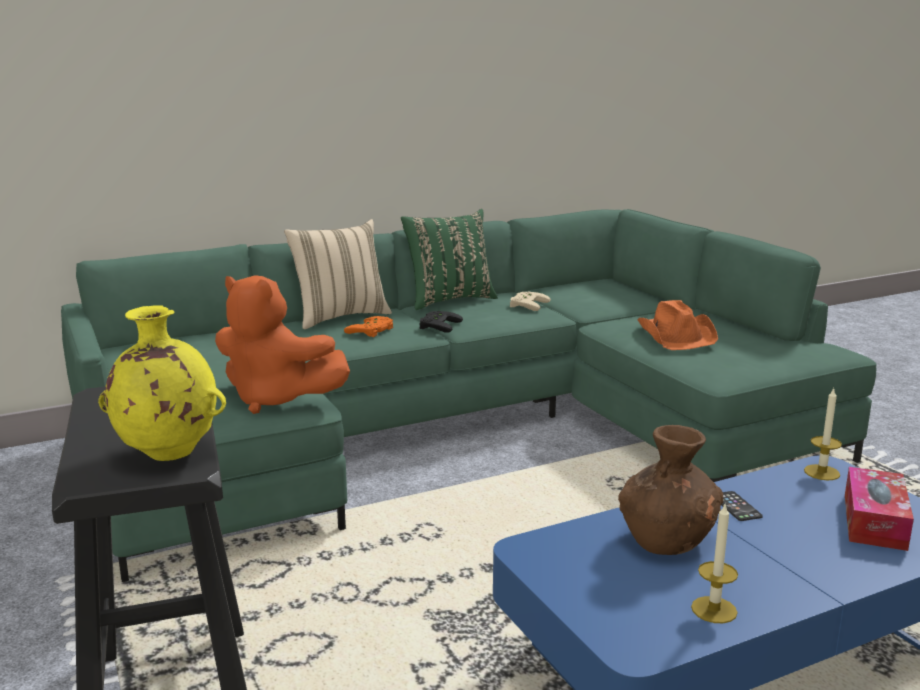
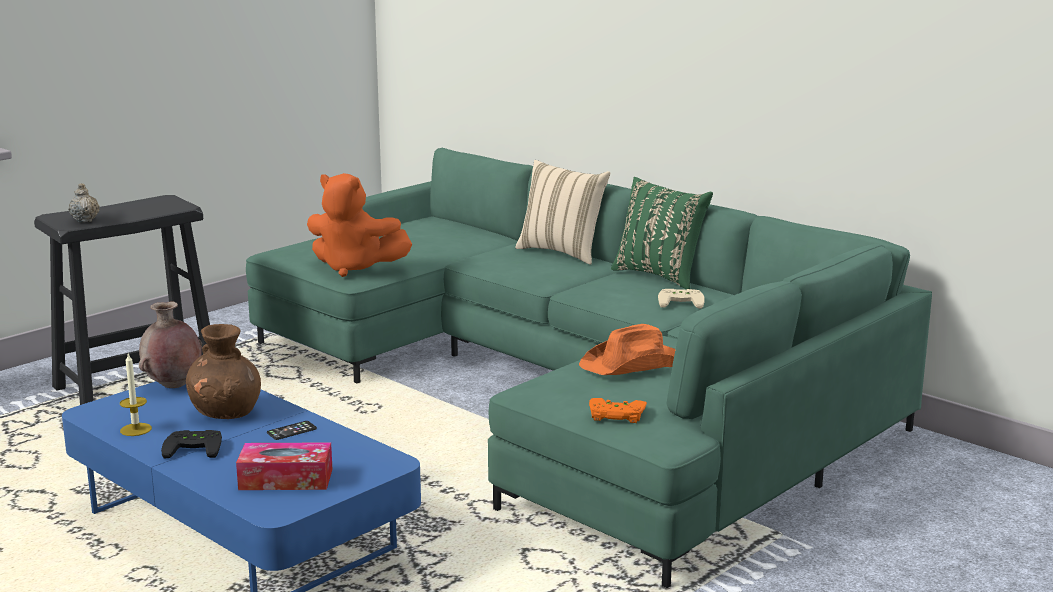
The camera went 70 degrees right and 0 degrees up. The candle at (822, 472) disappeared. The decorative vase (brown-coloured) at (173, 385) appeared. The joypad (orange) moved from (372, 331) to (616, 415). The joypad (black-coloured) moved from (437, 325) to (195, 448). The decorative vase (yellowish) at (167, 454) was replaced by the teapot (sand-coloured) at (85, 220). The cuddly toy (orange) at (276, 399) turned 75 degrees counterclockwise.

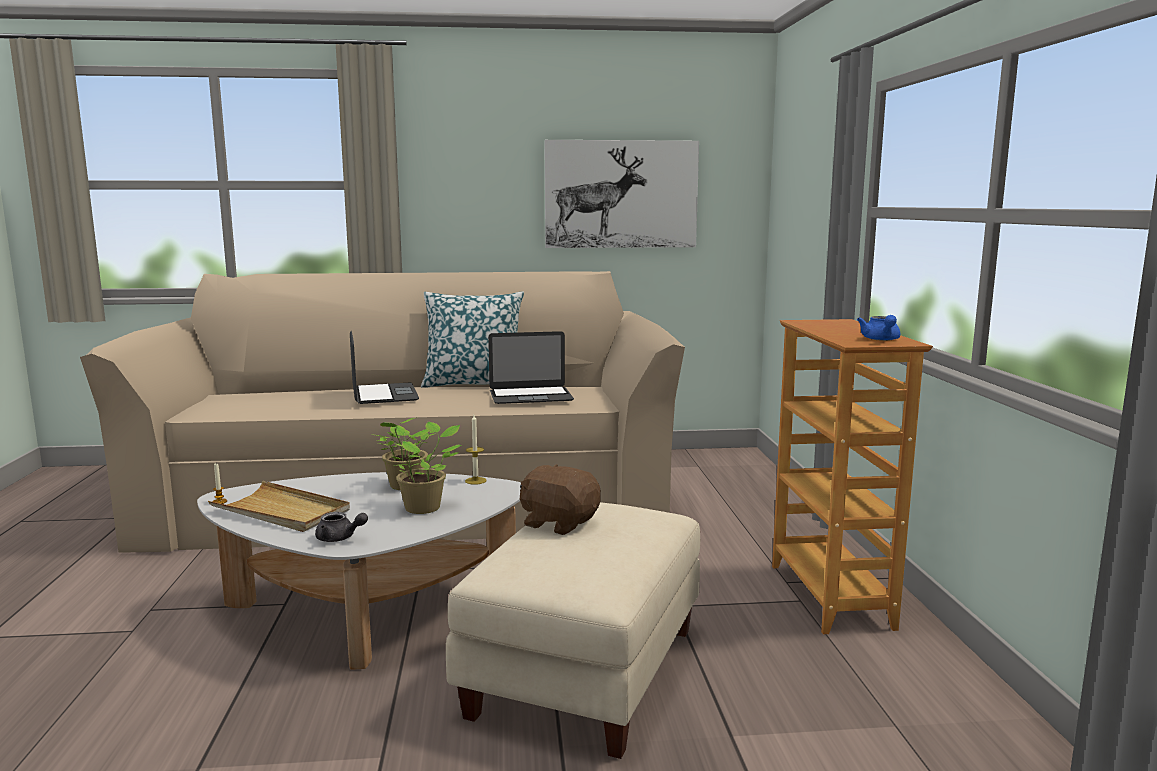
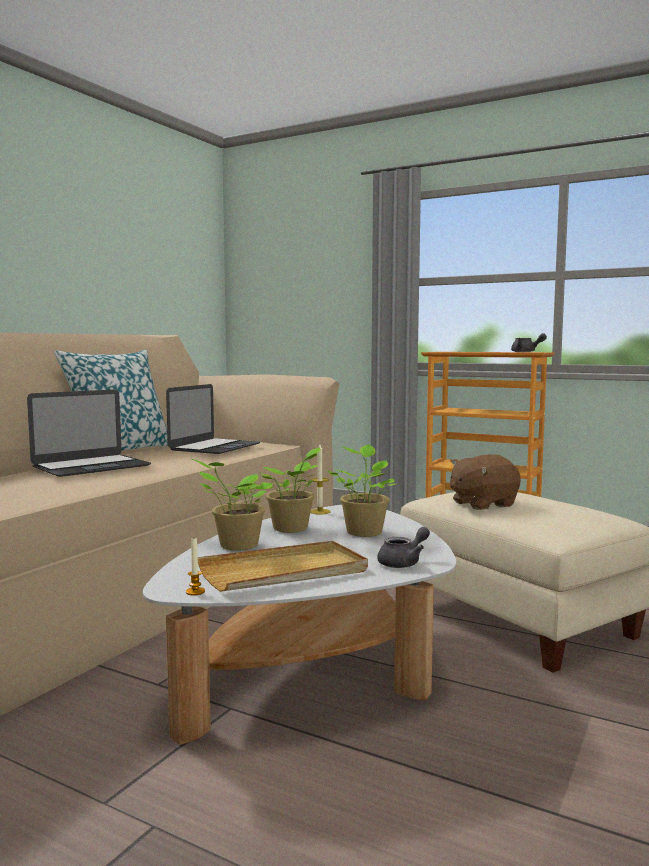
The camera went 55 degrees left and 5 degrees down. The picture at (621, 194) disappeared. The potted plant at (235, 545) appeared. The teapot (bluish) at (881, 340) became the teapot (greyish) at (526, 352). The portable computer at (384, 394) turned 120 degrees clockwise.

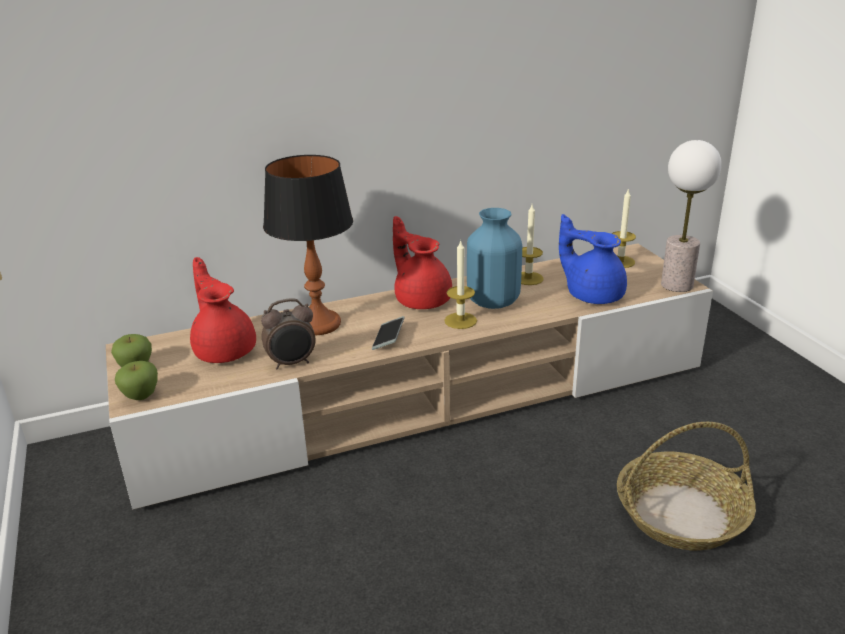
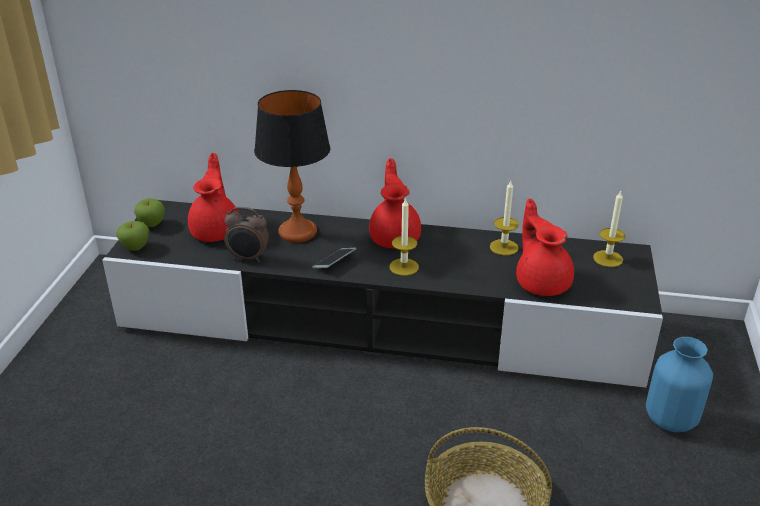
The camera went 30 degrees right and 5 degrees up. The tabletop lamp at (676, 285) disappeared. The decorative vase (bluish) moved from (494, 302) to (671, 420). The tv unit (sand-coloured) at (426, 398) became the tv unit (black-coloured) at (381, 322). The teapot (bluish) at (592, 294) became the teapot (reddish) at (542, 282).

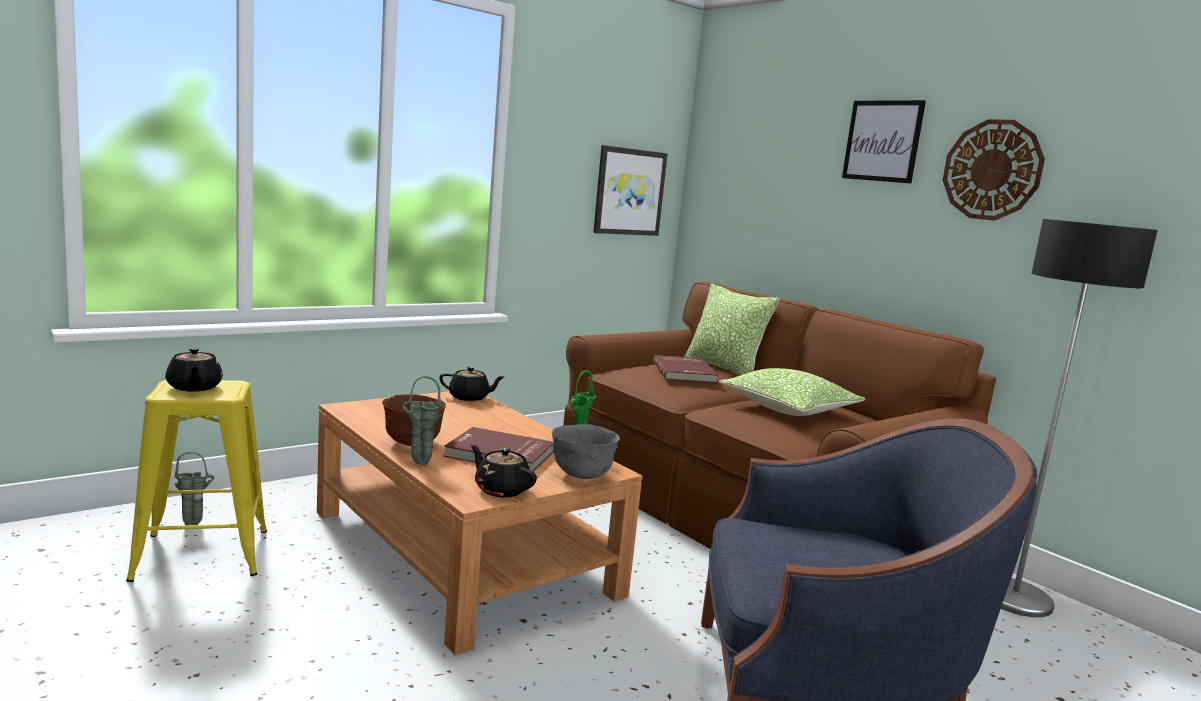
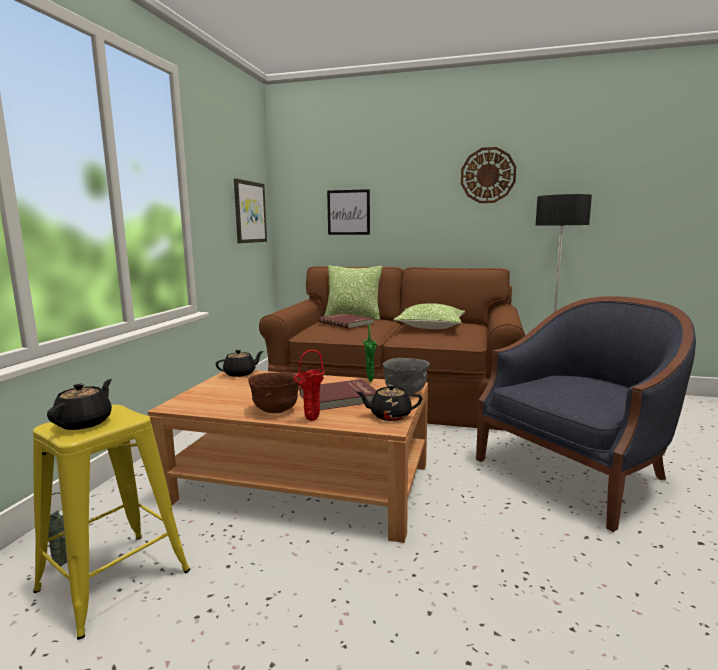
The camera went 35 degrees left and 0 degrees up. The picture moved from (882, 141) to (348, 212). The decorative vase (green) at (418, 463) became the decorative vase (reddish) at (310, 420). The teapot (black-coloured) at (194, 387) turned 105 degrees counterclockwise.

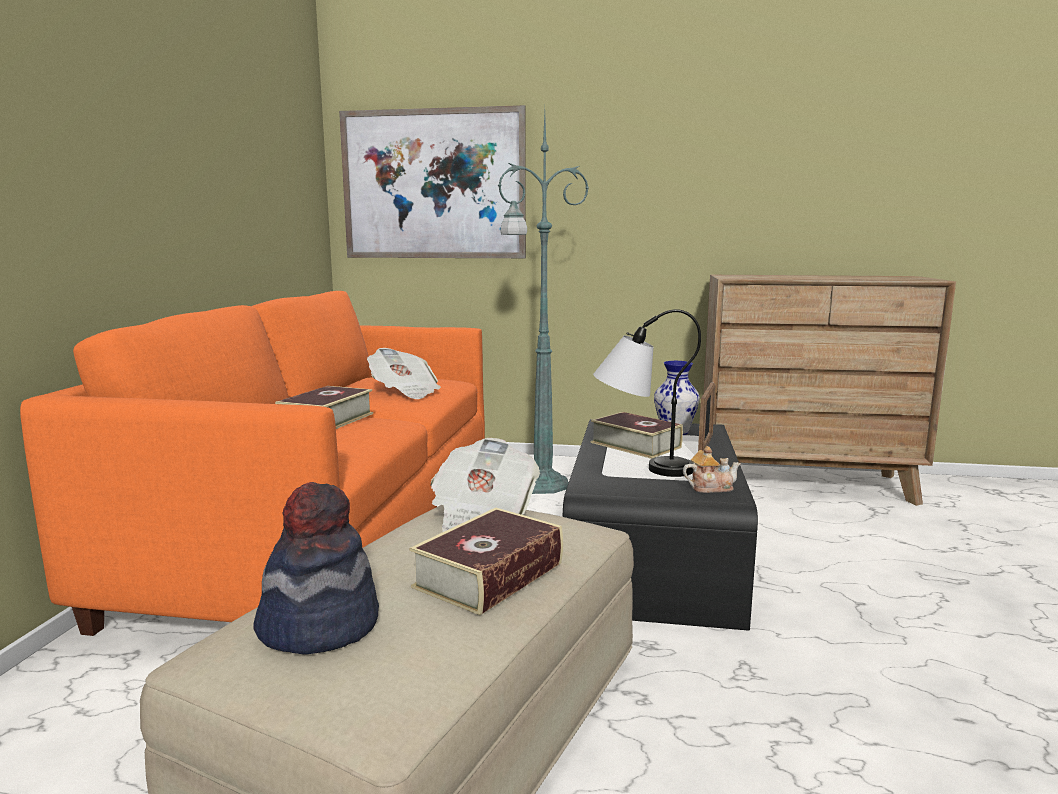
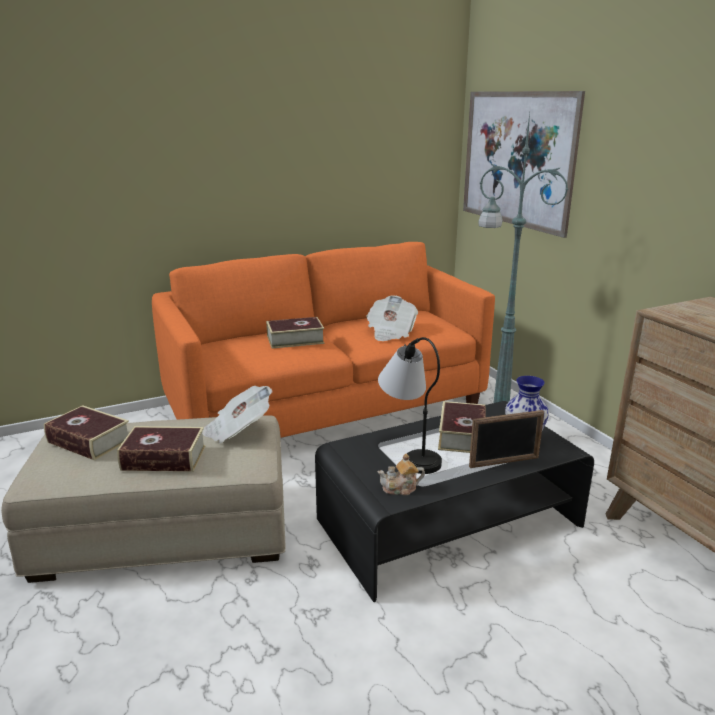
The camera went 55 degrees right and 10 degrees up. The wearable hat at (319, 626) was replaced by the volume at (89, 441). The teapot at (710, 488) turned 120 degrees clockwise.

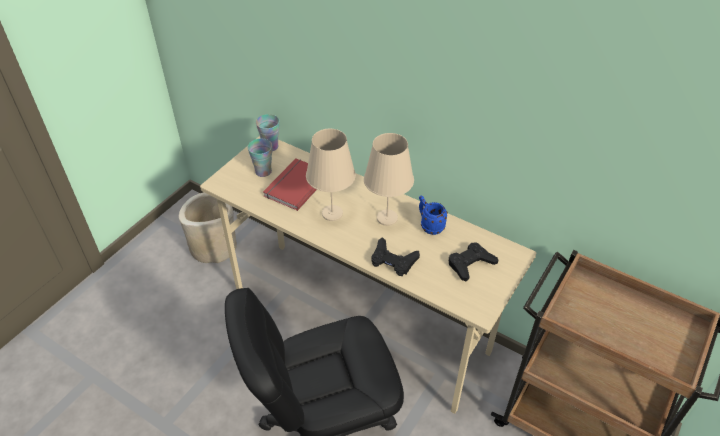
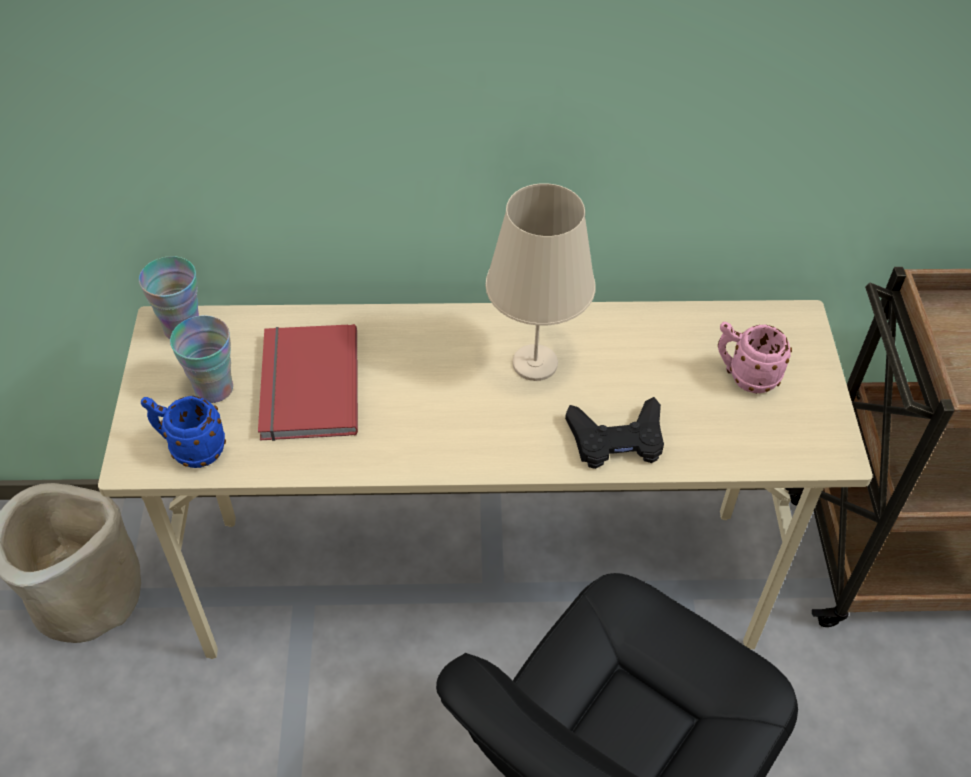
The camera went 35 degrees left and 5 degrees up. The tabletop lamp (sand-coloured) at (332, 213) disappeared. The tea mug (bluish) moved from (429, 226) to (190, 449). The joypad (black-coloured) at (470, 264) was replaced by the tea mug (pink-coloured) at (745, 376).

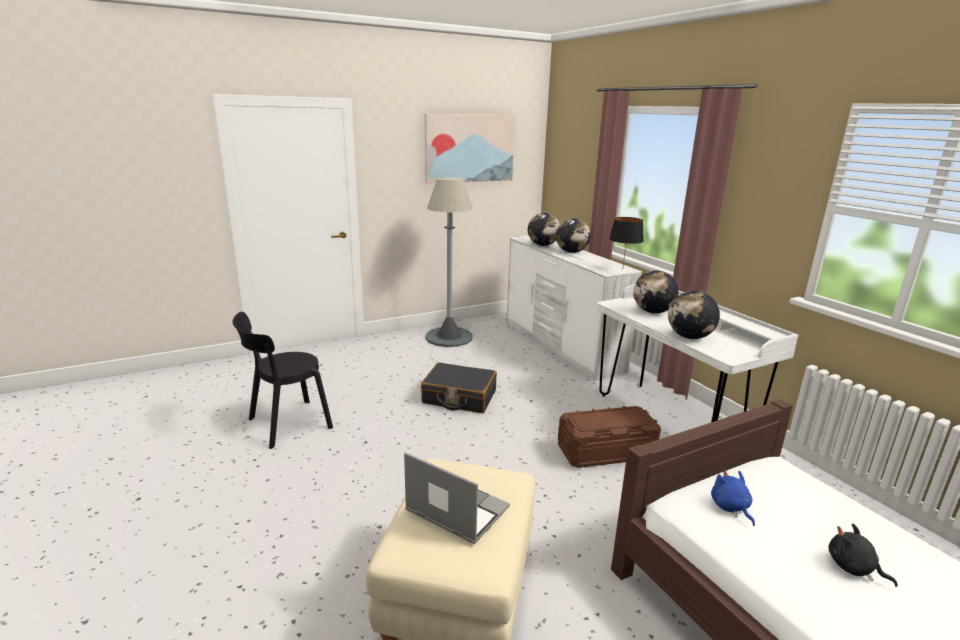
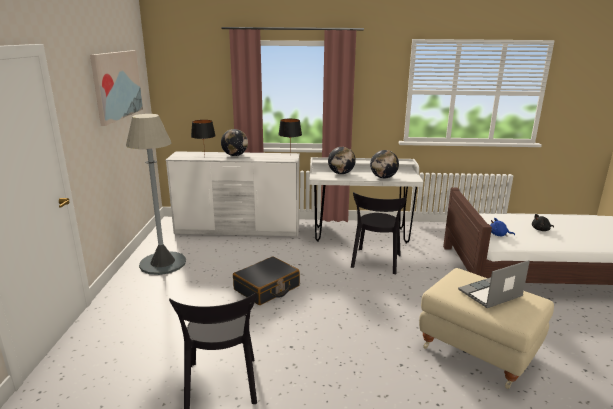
The camera went 60 degrees left and 0 degrees up. The world globe at (543, 245) was replaced by the tabletop lamp (black-coloured) at (205, 157). The storage bin (brown-coloured) at (605, 451) was replaced by the plain chair (black-coloured) at (375, 262).

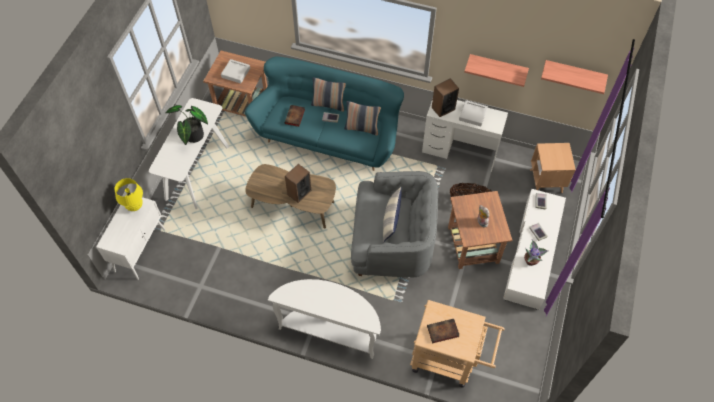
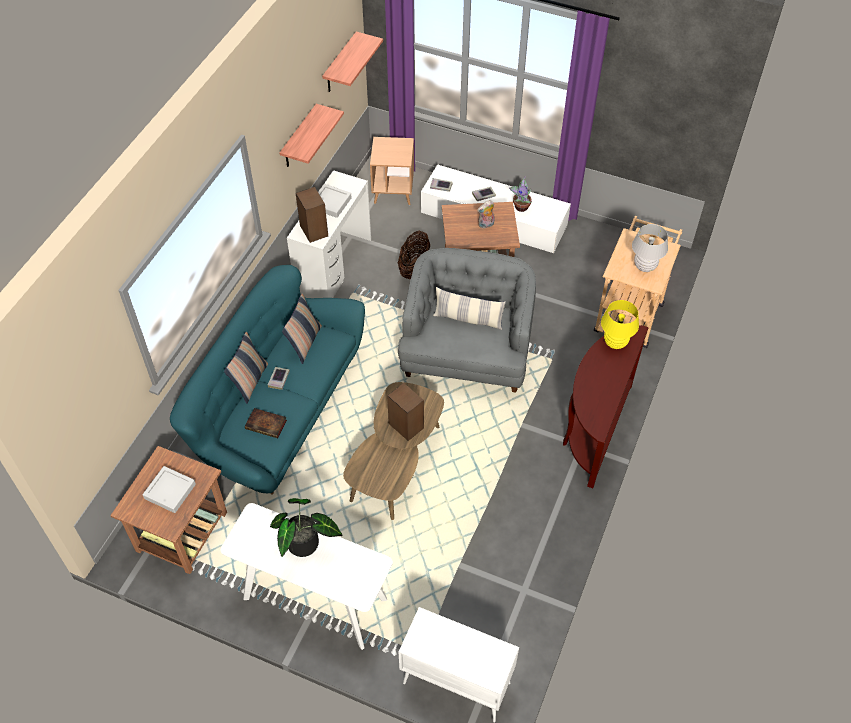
The camera went 85 degrees left and 5 degrees down. The tabletop lamp (yellowish) moved from (135, 206) to (615, 343). The volume at (442, 332) was replaced by the tabletop lamp (white-coloured) at (645, 267). The narrow table (white-coloured) at (330, 330) became the narrow table (brown-coloured) at (594, 429).

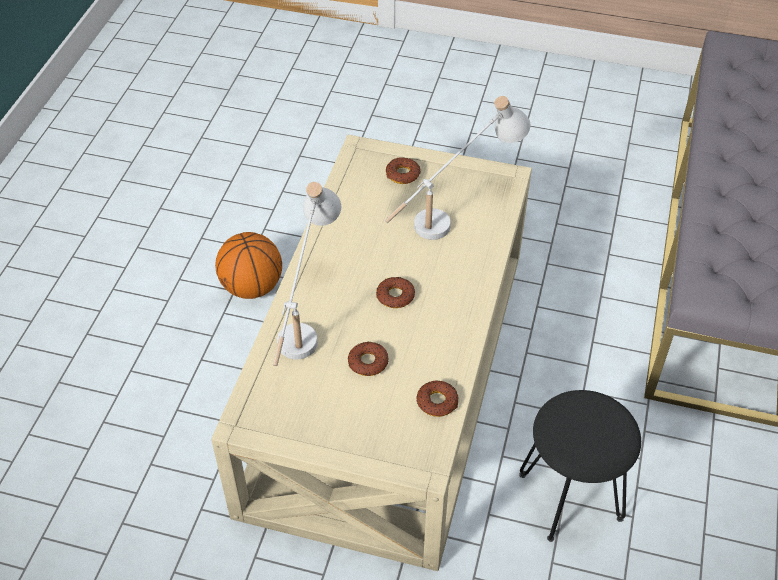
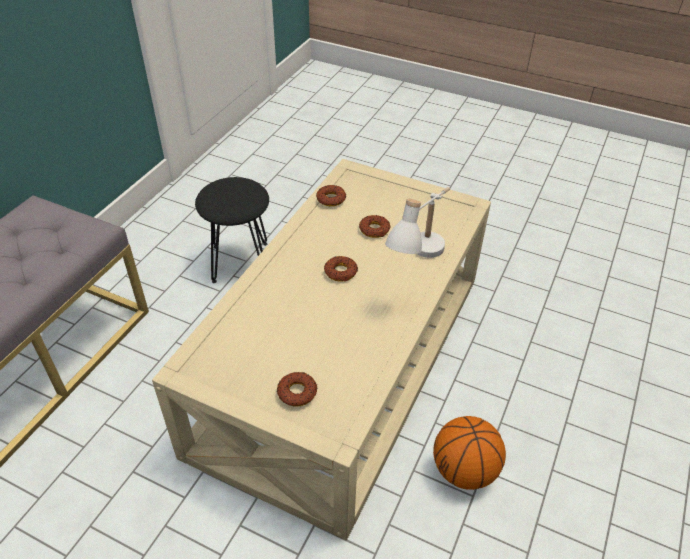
The camera went 170 degrees left and 5 degrees down. The tabletop lamp (white-coloured) at (453, 214) disappeared.

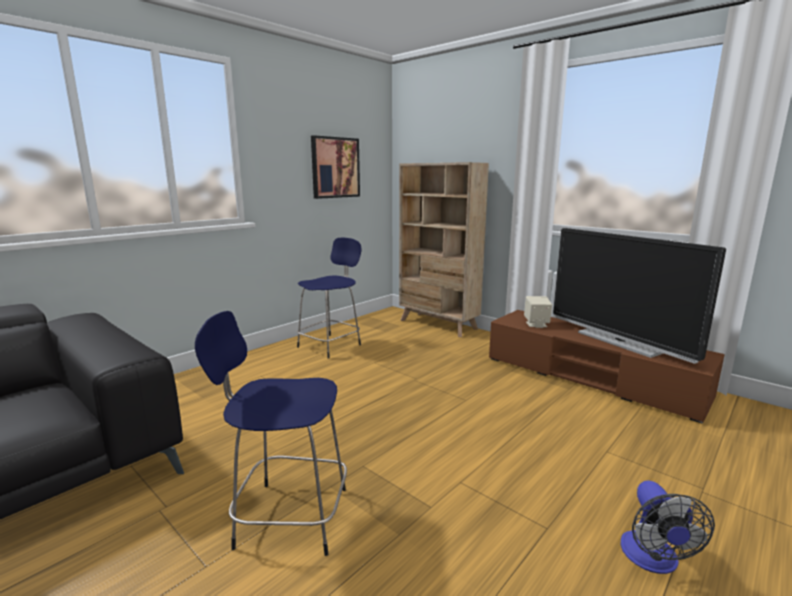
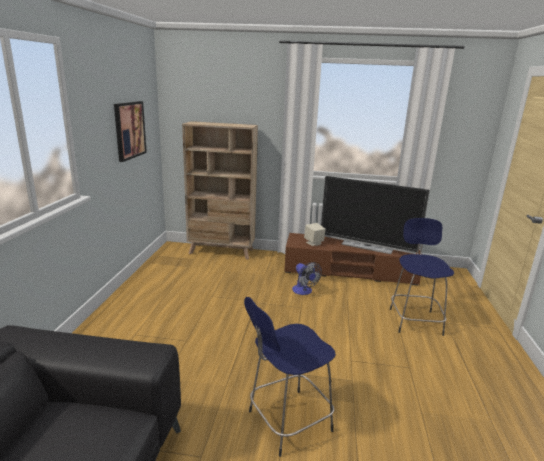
The camera went 35 degrees left and 5 degrees up. The stool seat (bluish) moved from (331, 345) to (415, 320). The fan moved from (653, 560) to (304, 291).

